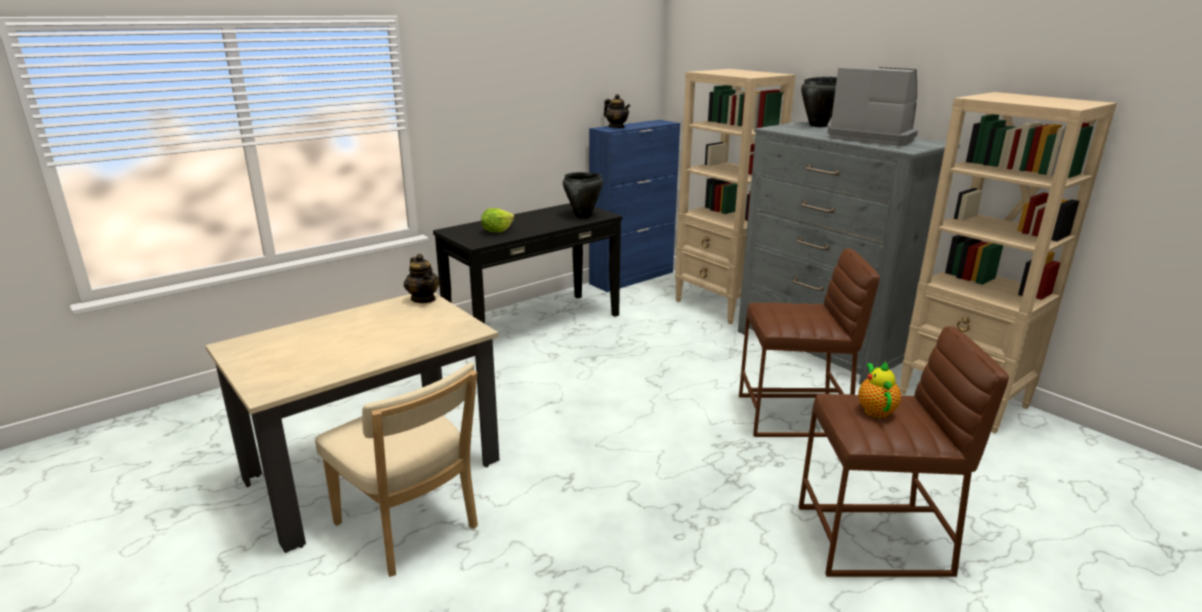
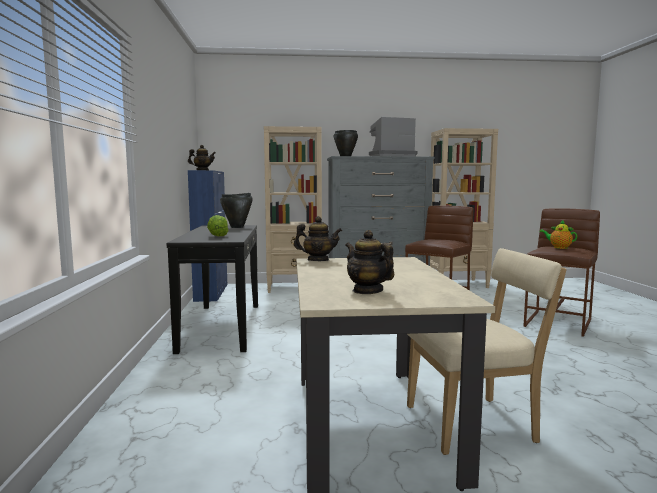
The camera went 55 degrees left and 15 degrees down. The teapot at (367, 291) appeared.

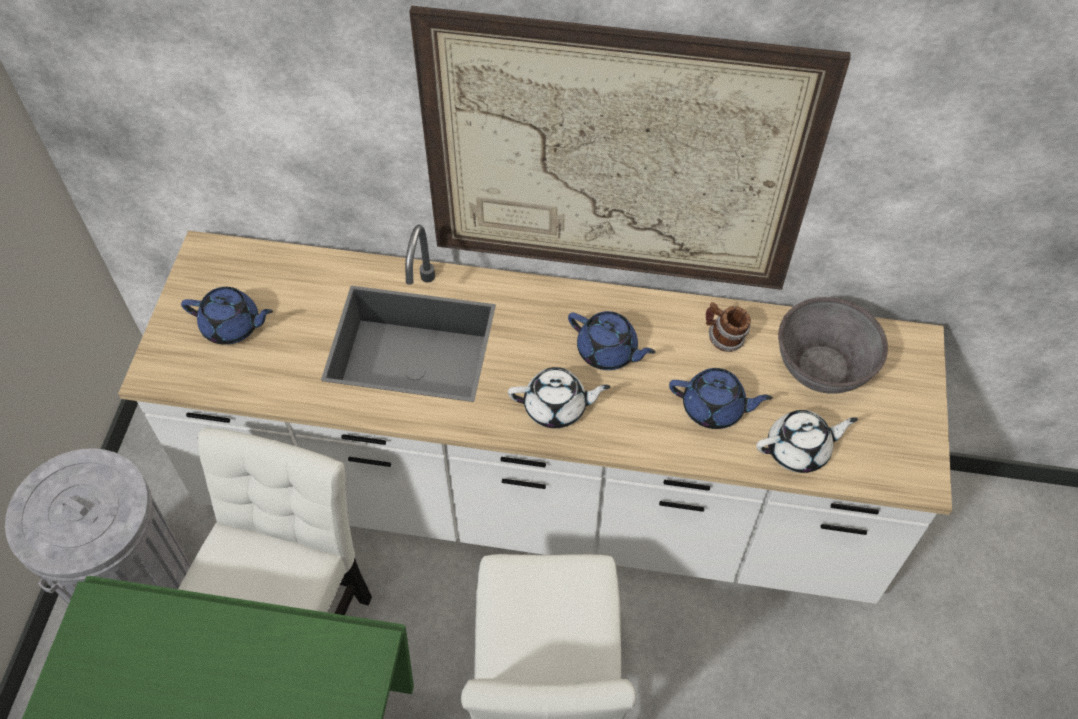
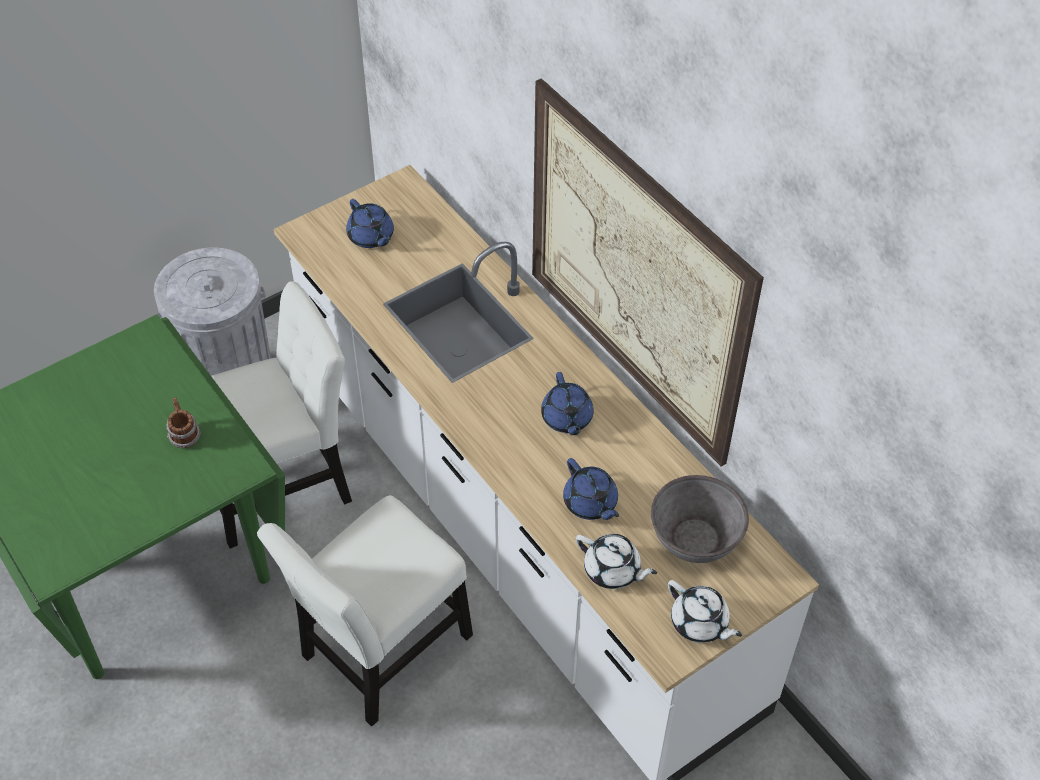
The camera went 45 degrees right and 5 degrees down. The teapot (white-coloured) moved from (556, 407) to (700, 623). The tea mug moved from (723, 339) to (184, 436).

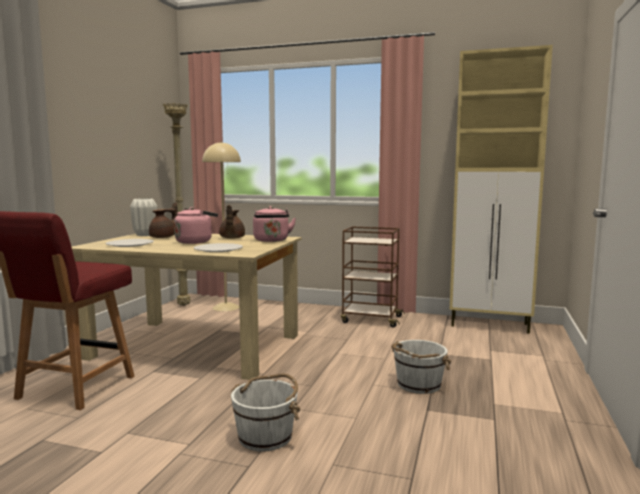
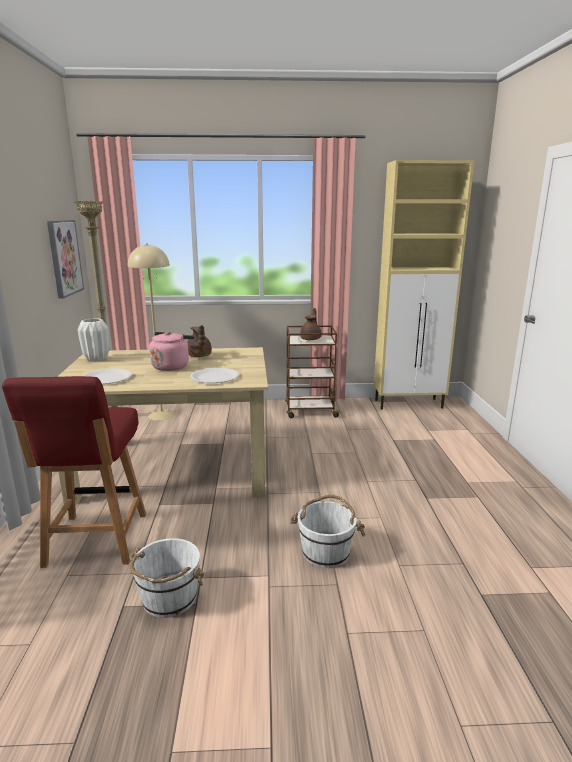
The camera went 20 degrees left and 10 degrees up. The tea kettle (pink-coloured) at (271, 240) disappeared. The picture at (64, 258) appeared. The teapot (brown-coloured) moved from (164, 237) to (311, 339). The water bucket (white-coloured) moved from (418, 384) to (168, 598).

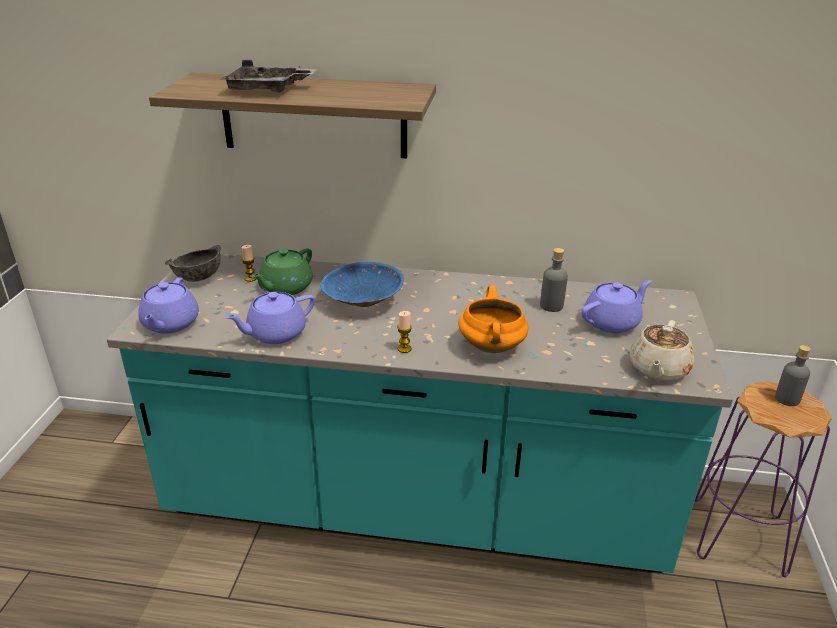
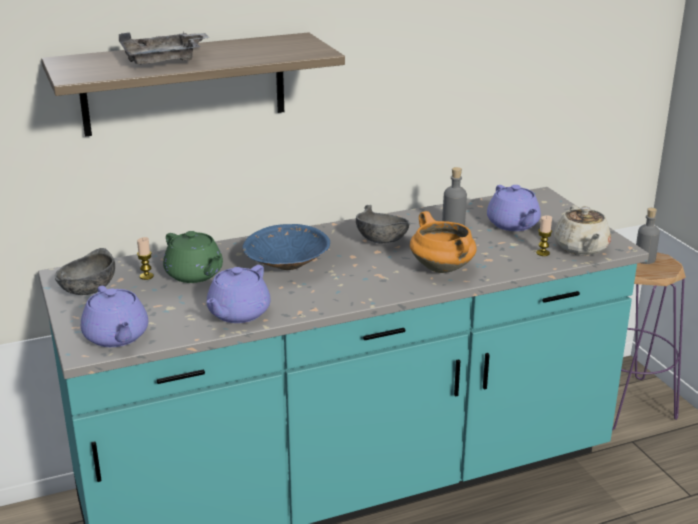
The camera went 30 degrees left and 5 degrees down. The bowl (greyish) at (382, 241) appeared. The candle moved from (404, 349) to (542, 253). The teapot (green) at (285, 288) turned 45 degrees counterclockwise. The teapot (purple) at (612, 322) turned 135 degrees clockwise.

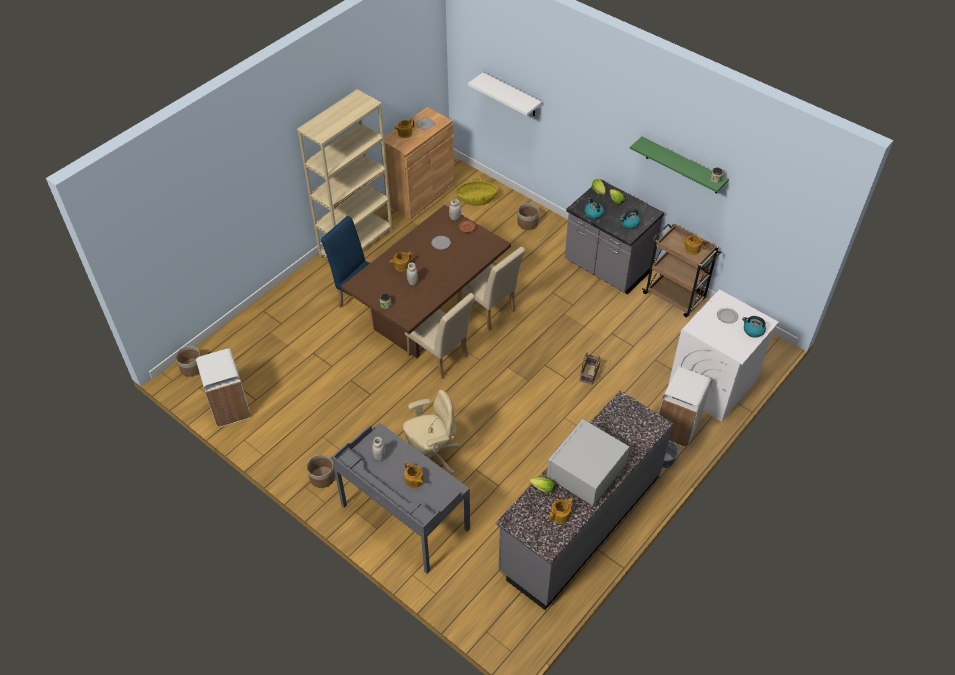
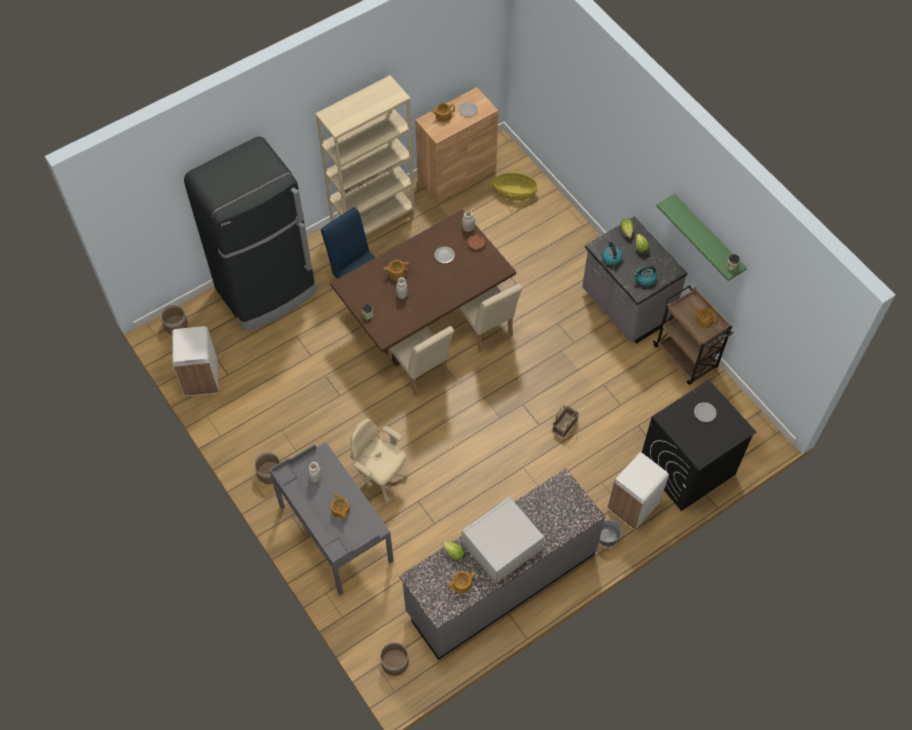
The camera went 15 degrees right and 10 degrees up. The bracket shelf (white-coloured) at (511, 95) disappeared. The tea kettle at (753, 330) disappeared. The fridge (black-coloured) at (267, 291) appeared. The planter moved from (528, 223) to (395, 662). The washing machine (white-coloured) at (711, 385) became the washing machine (black-coloured) at (686, 468). The computer chair (sand-coloured) at (432, 457) turned 135 degrees counterclockwise.

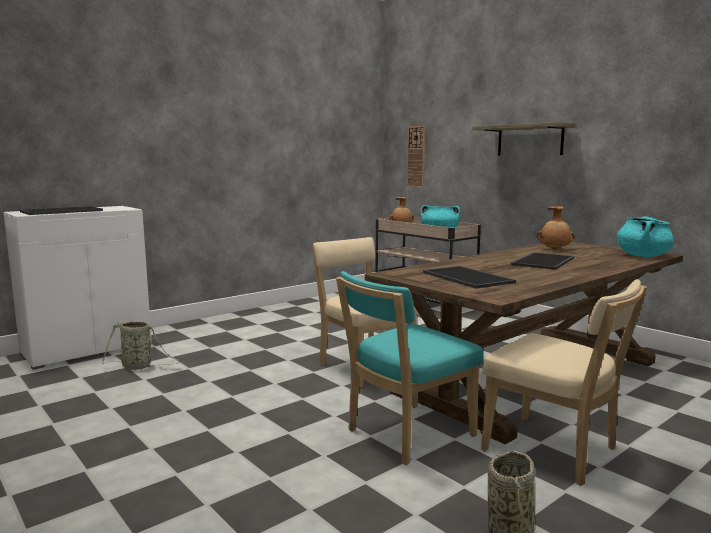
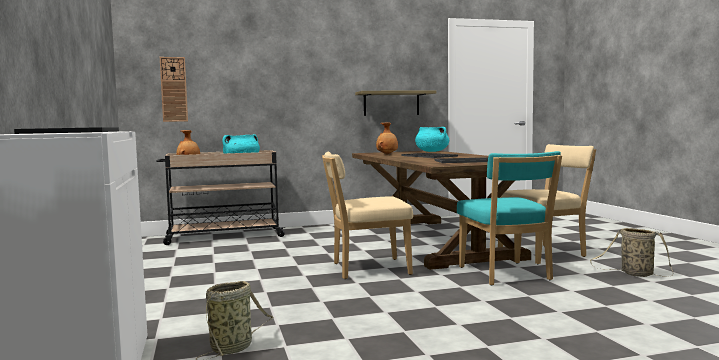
The camera went 65 degrees left and 5 degrees down. The bracket shelf moved from (529, 140) to (391, 103).

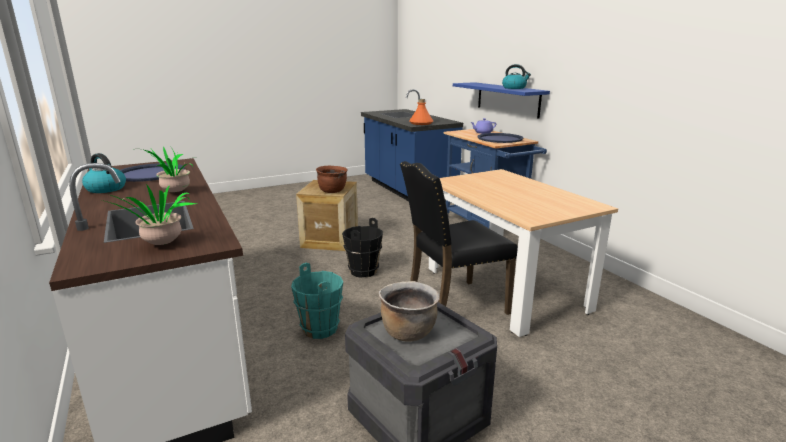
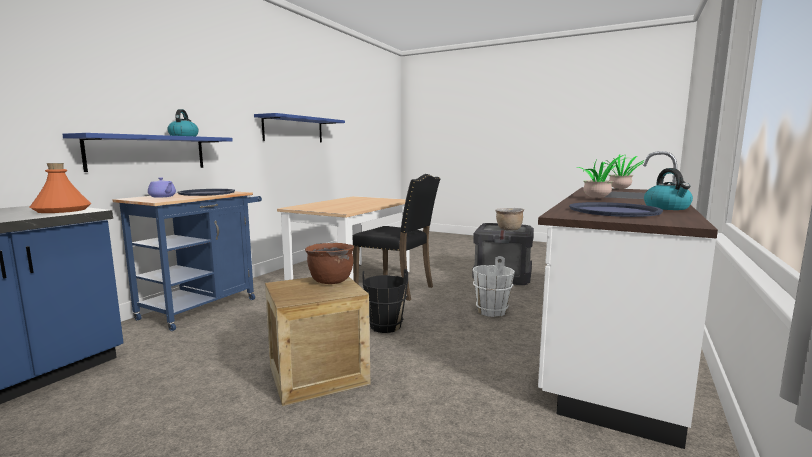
The camera went 125 degrees left and 10 degrees down. The bracket shelf (bluish) at (293, 129) appeared. The water bucket (turquoise) at (320, 329) became the water bucket (white-coloured) at (491, 311).

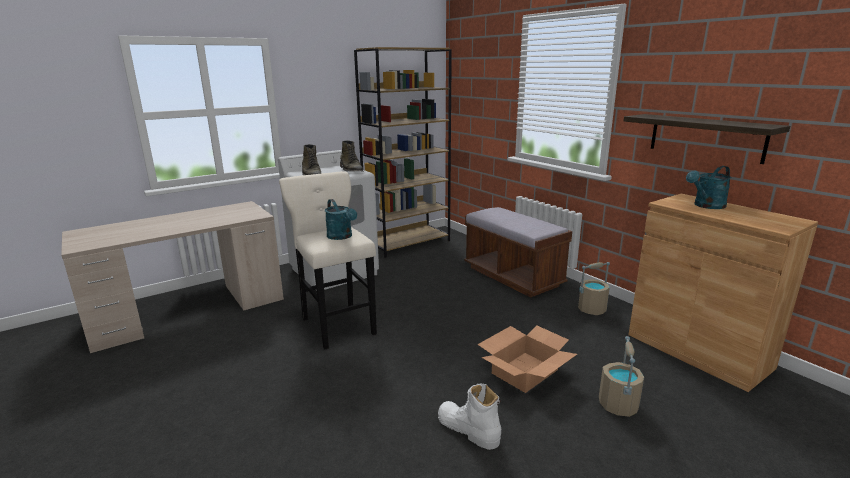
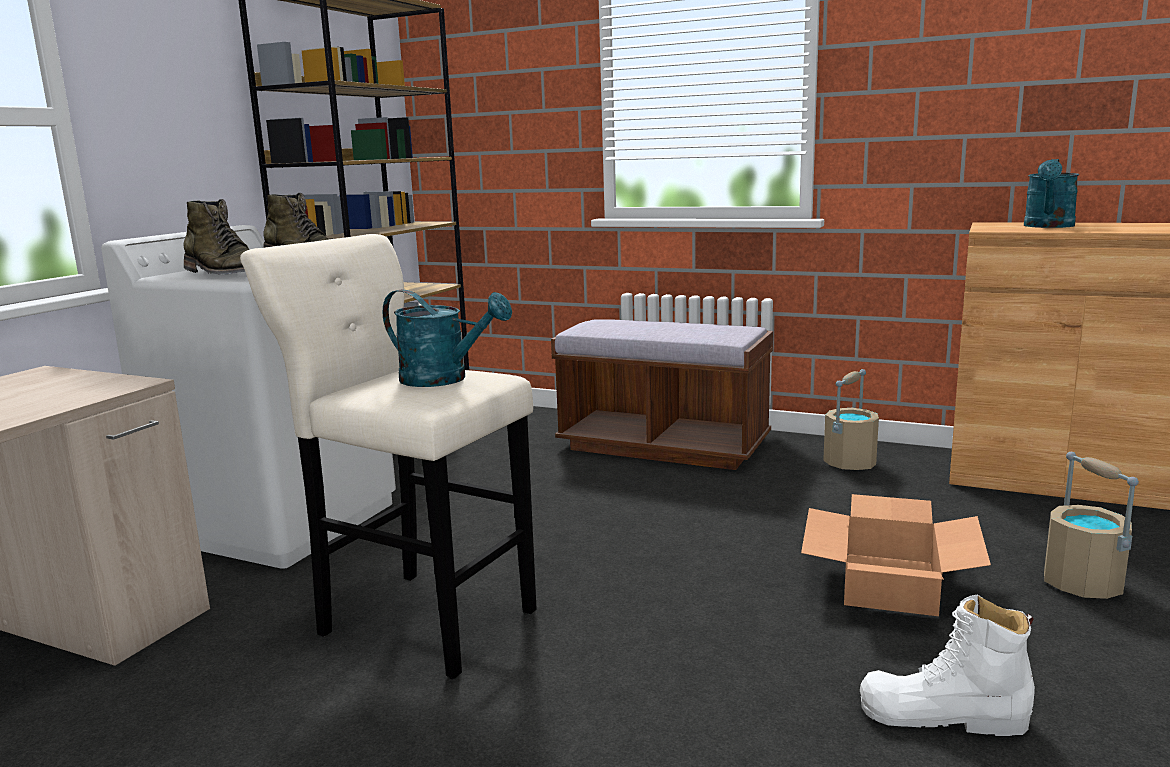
The camera went 30 degrees left and 5 degrees down. The bracket shelf at (706, 137) disappeared.

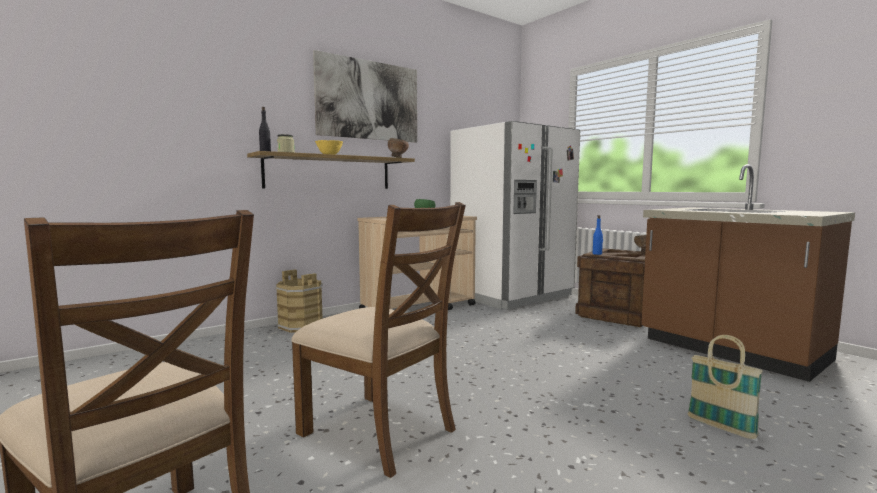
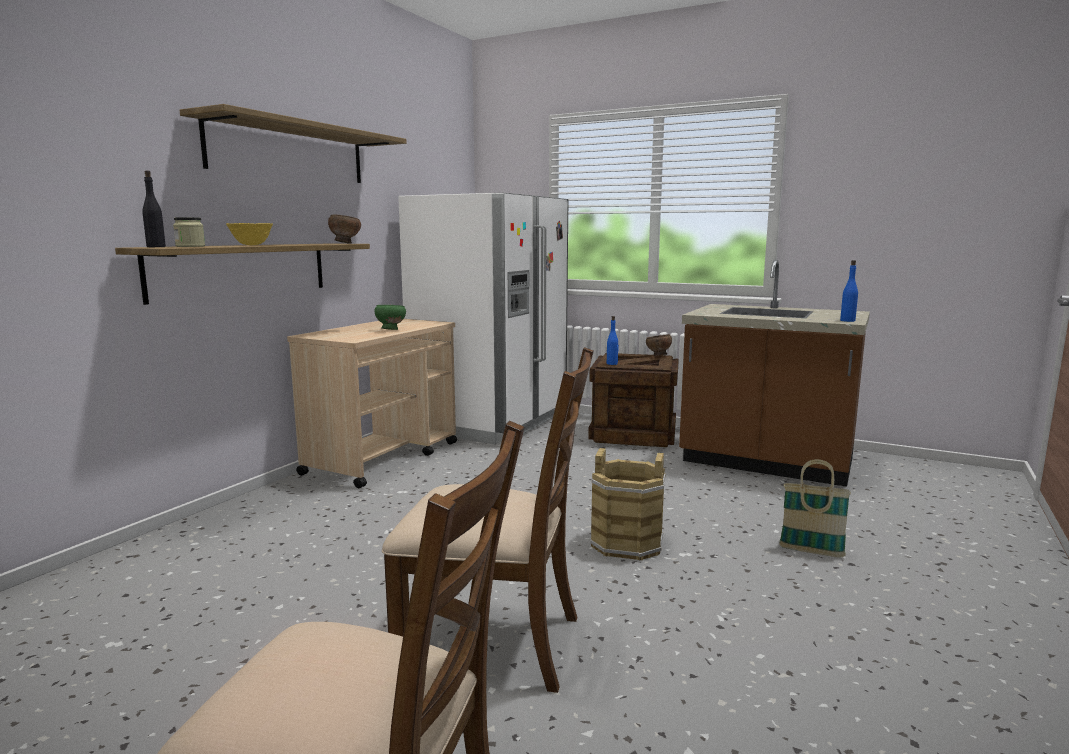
The camera went 25 degrees left and 5 degrees up. The drink bottle (bluish) at (847, 320) appeared. The water bucket (brown-coloured) moved from (301, 325) to (627, 542). The picture at (368, 100) was replaced by the bracket shelf at (289, 152).

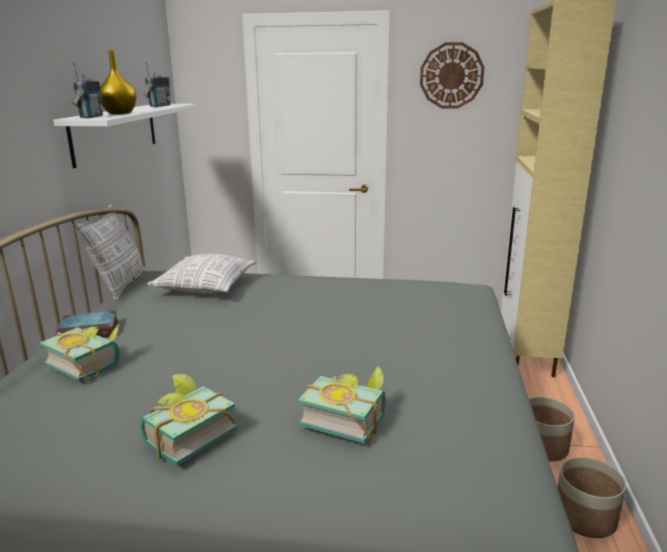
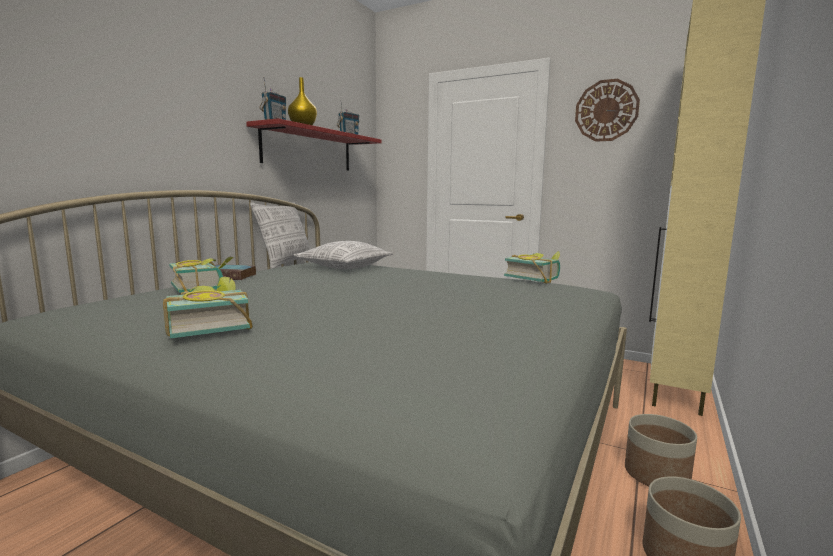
The camera went 20 degrees right and 10 degrees down. The volume moved from (346, 418) to (534, 279). The bracket shelf (white-coloured) at (115, 132) became the bracket shelf (reddish) at (308, 150).

